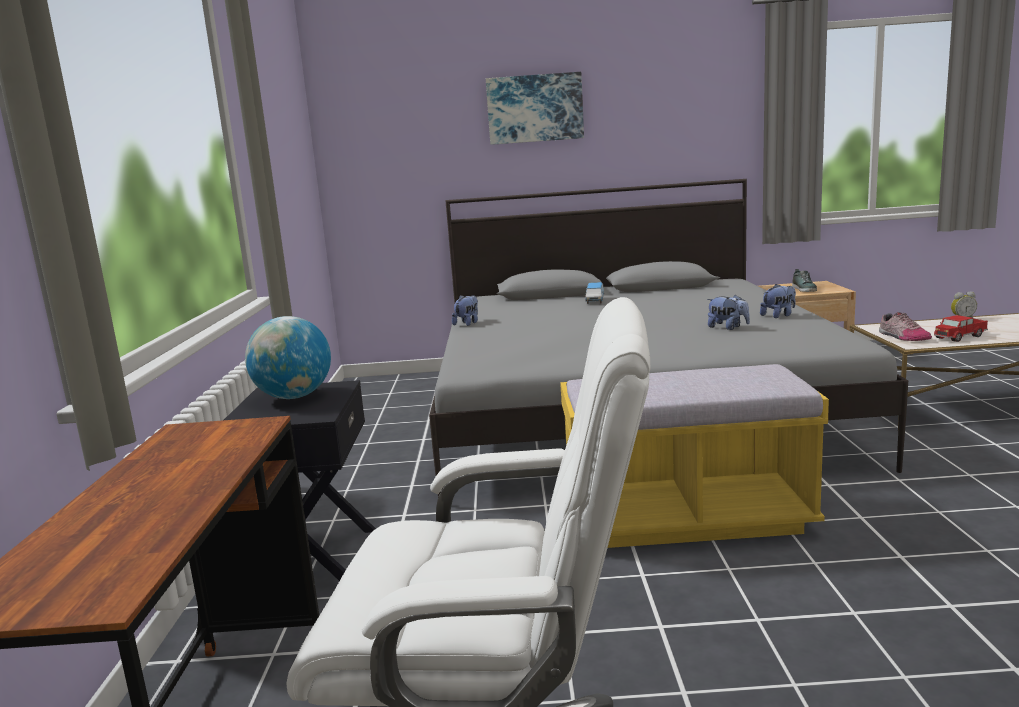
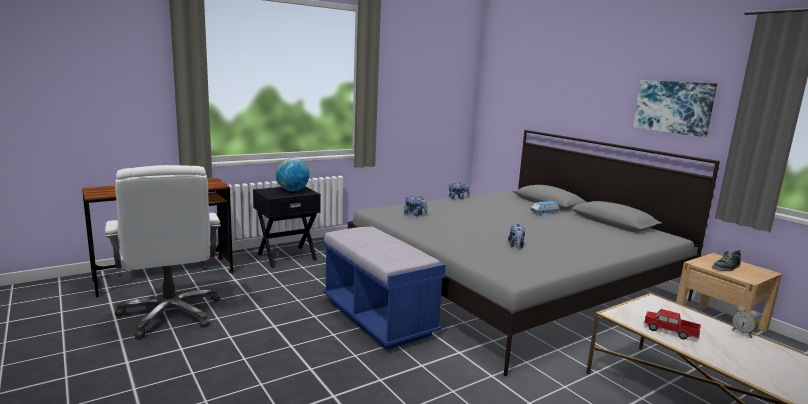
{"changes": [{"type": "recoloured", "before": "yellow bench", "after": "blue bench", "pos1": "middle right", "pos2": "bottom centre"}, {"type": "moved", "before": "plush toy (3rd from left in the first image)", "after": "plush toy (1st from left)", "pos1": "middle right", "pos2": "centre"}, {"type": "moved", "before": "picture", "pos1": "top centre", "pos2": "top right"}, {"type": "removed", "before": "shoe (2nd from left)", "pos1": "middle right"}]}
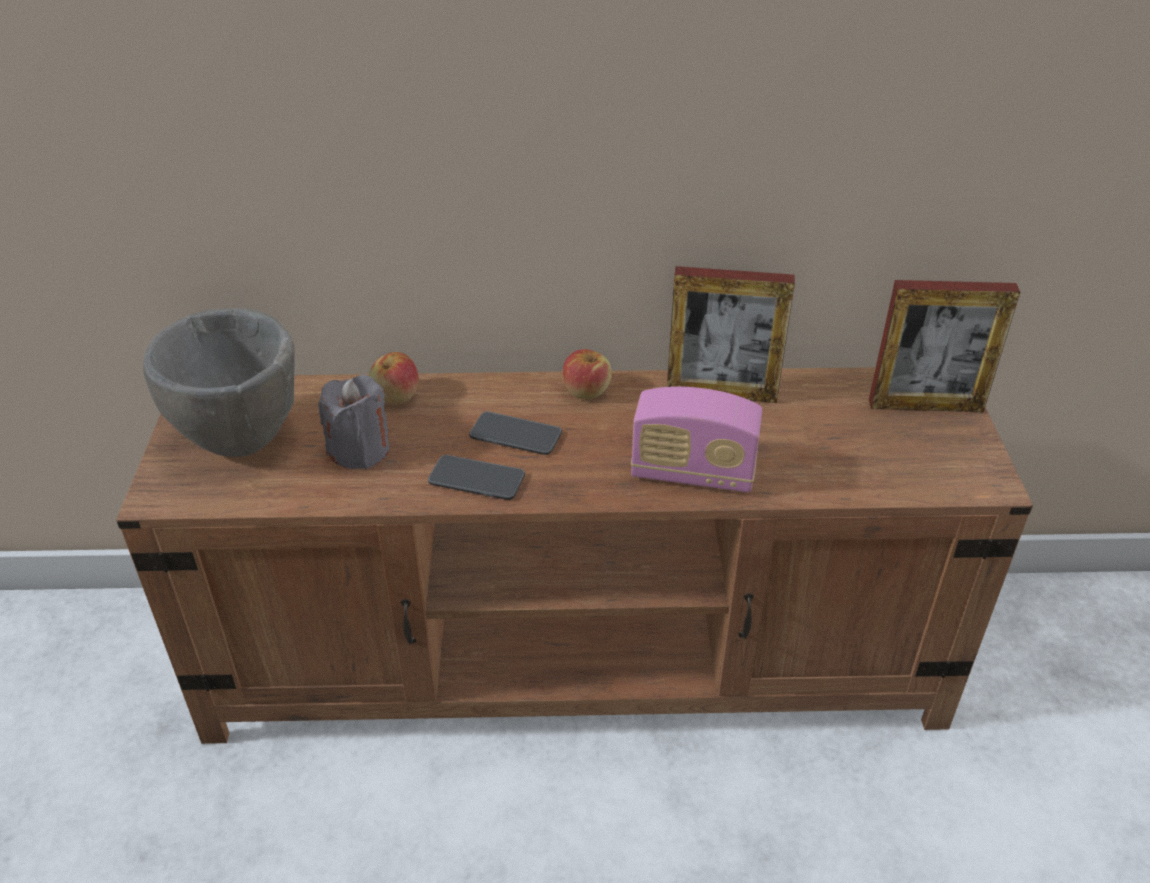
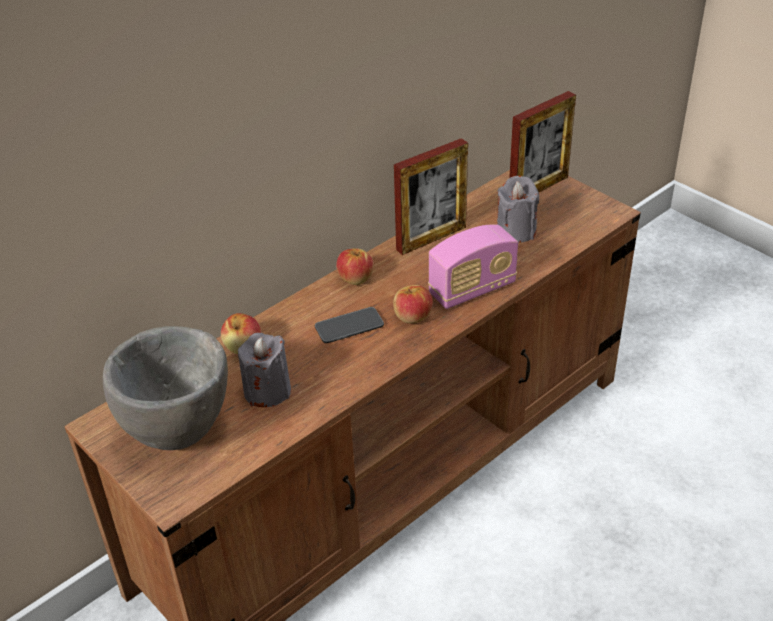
{"changes": [{"type": "added", "after": "apple (3rd from left)", "pos2": "centre"}, {"type": "added", "after": "grey candle (2nd from left)", "pos2": "middle right"}, {"type": "removed", "before": "phone (1st from left)", "pos1": "centre"}]}
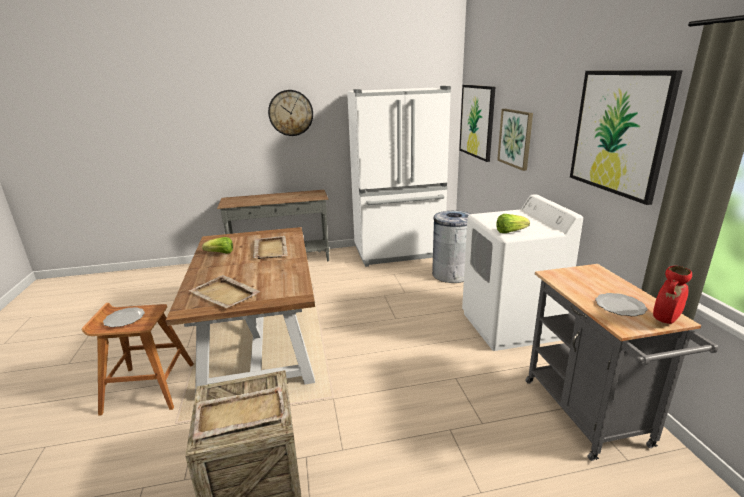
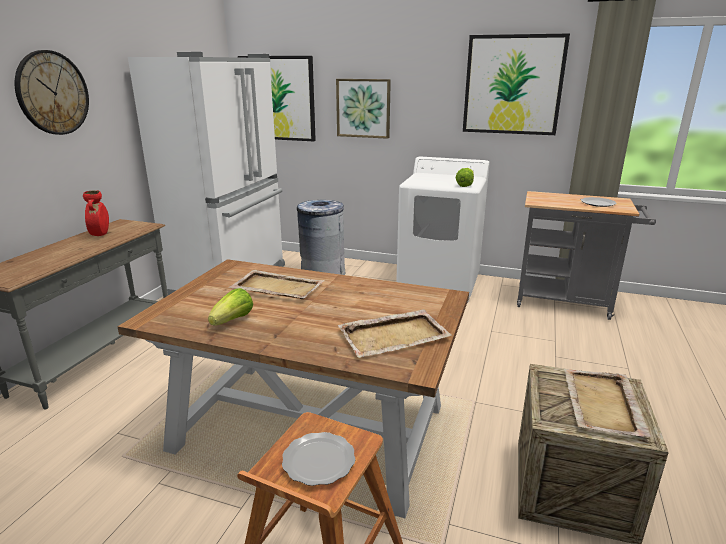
{"changes": [{"type": "moved", "before": "red vase", "pos1": "middle right", "pos2": "middle left"}]}
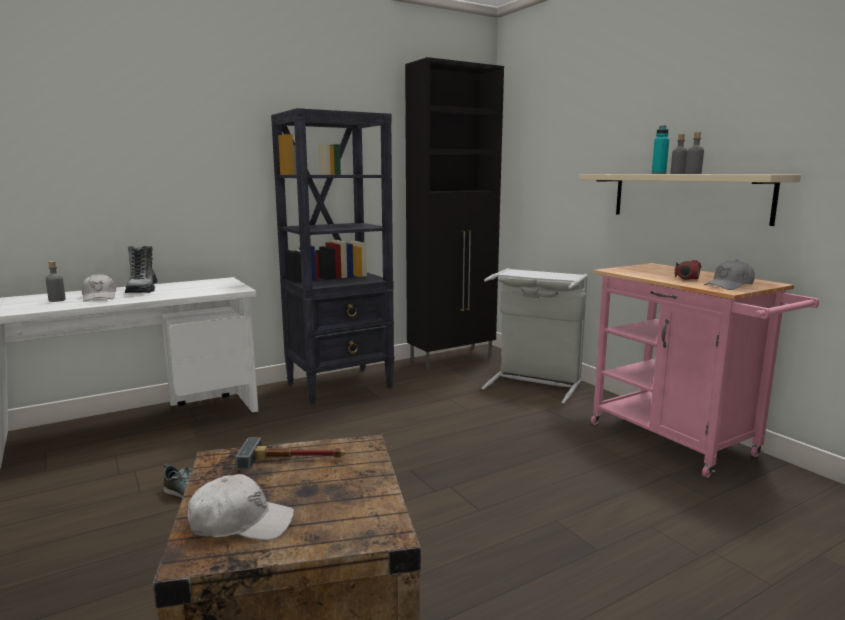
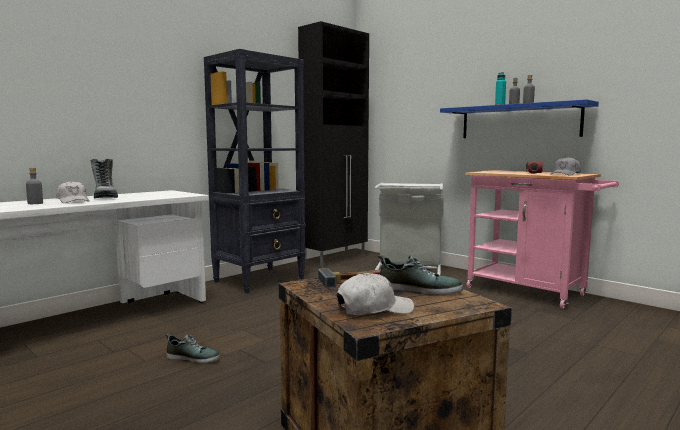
{"changes": [{"type": "added", "after": "shoe (2nd from left)", "pos2": "centre"}, {"type": "recoloured", "before": "beige shelf", "after": "blue shelf", "pos1": "top right", "pos2": "top right"}]}
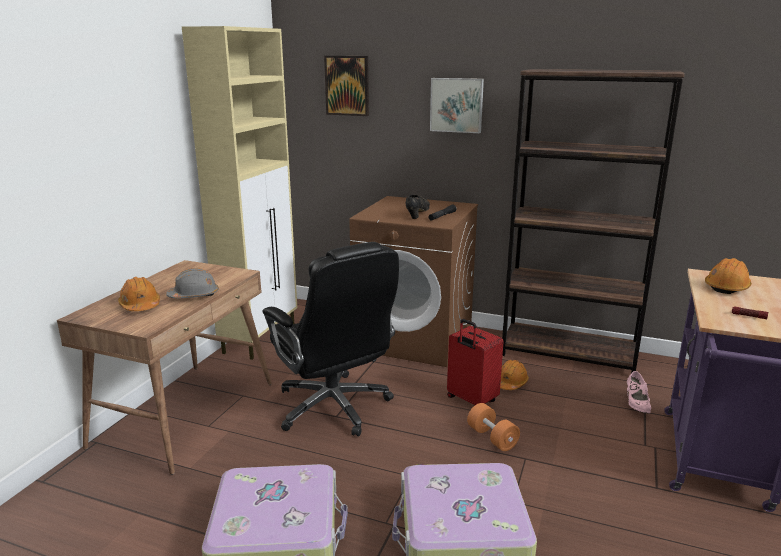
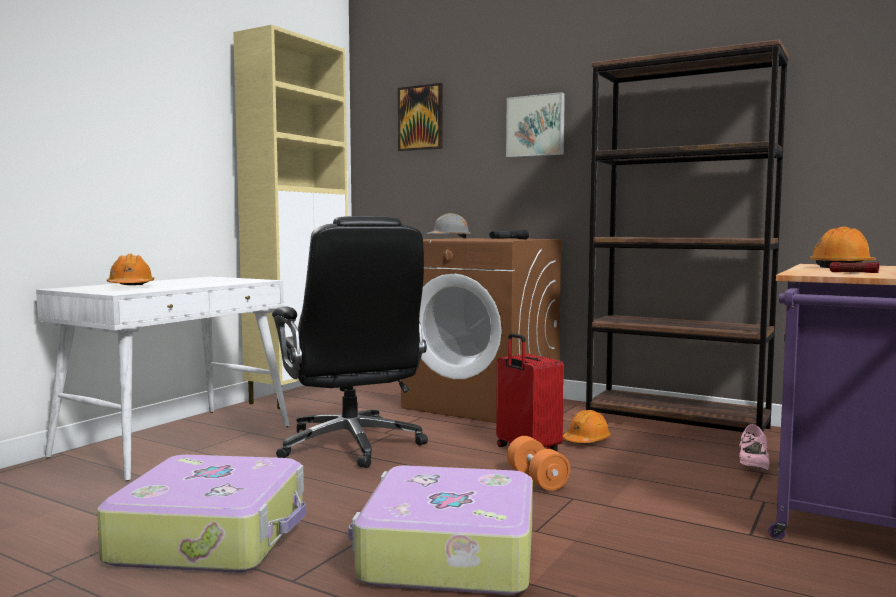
{"changes": [{"type": "recoloured", "before": "brown desk", "after": "white desk", "pos1": "middle left", "pos2": "middle left"}, {"type": "moved", "before": "grey hard hat", "pos1": "middle left", "pos2": "centre"}, {"type": "removed", "before": "black shoe", "pos1": "centre"}]}
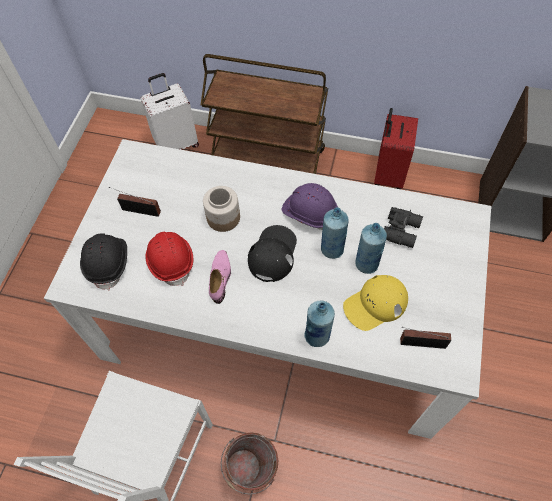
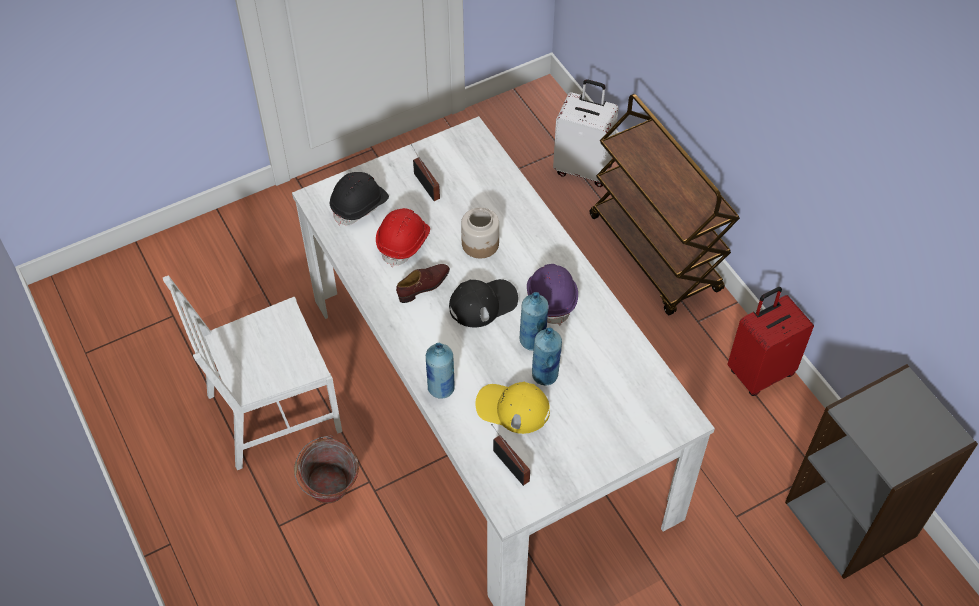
{"changes": [{"type": "recoloured", "before": "pink shoe", "after": "brown shoe", "pos1": "centre", "pos2": "centre"}, {"type": "removed", "before": "black binoculars", "pos1": "middle right"}]}
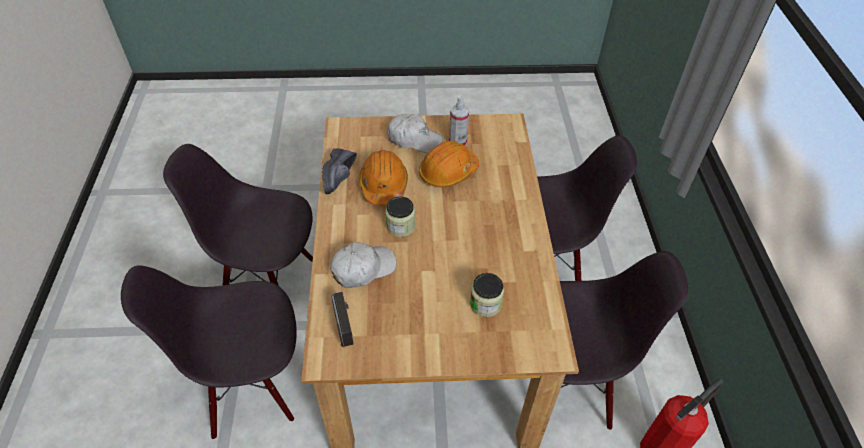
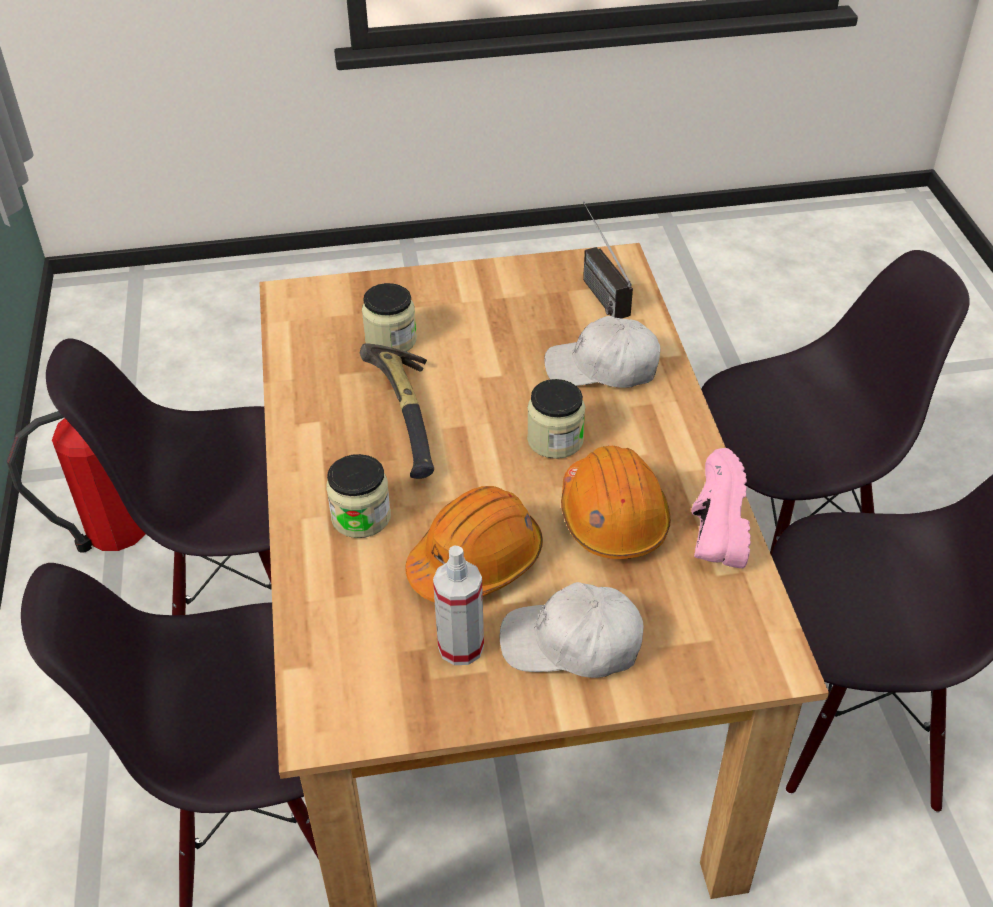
{"changes": [{"type": "added", "after": "jar (1st from left)", "pos2": "centre"}, {"type": "added", "after": "hammer", "pos2": "centre"}, {"type": "turned", "before": "white cap (1st from left in the first image)", "pos1": "centre", "pos2": "centre", "turn": 45}, {"type": "recoloured", "before": "black shoe", "after": "pink shoe", "pos1": "centre", "pos2": "middle right"}]}
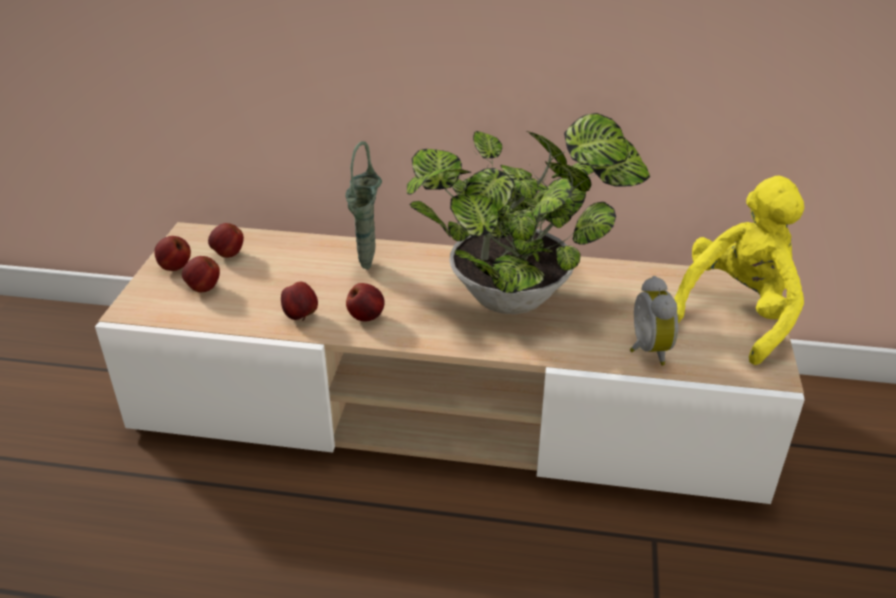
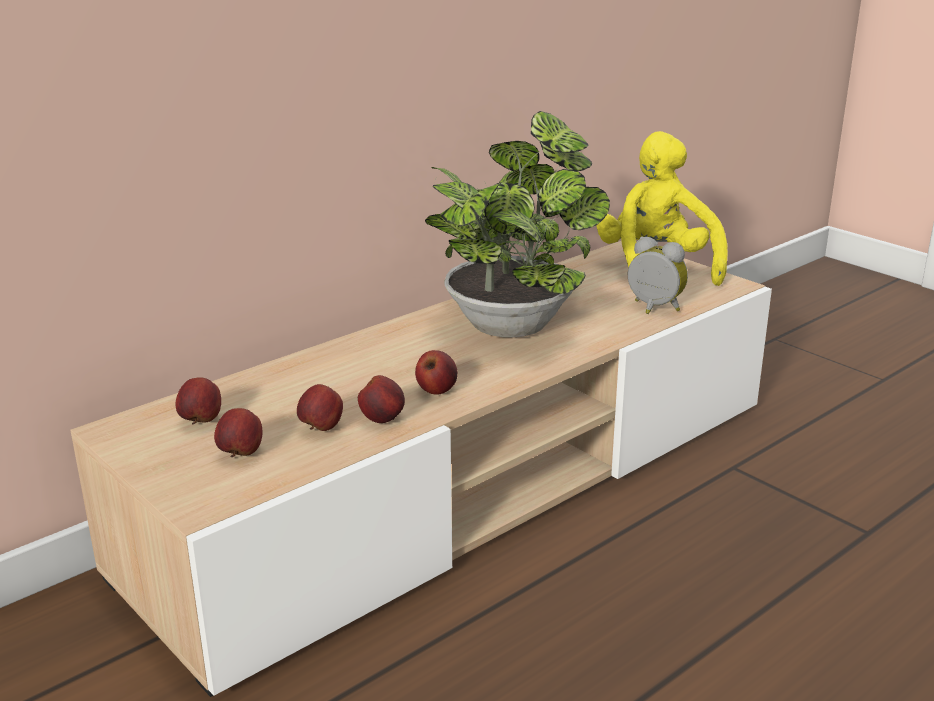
{"changes": [{"type": "moved", "before": "apple (1st from left in the first image)", "after": "apple (3rd from left)", "pos1": "middle left", "pos2": "centre"}, {"type": "removed", "before": "green vase", "pos1": "centre"}]}
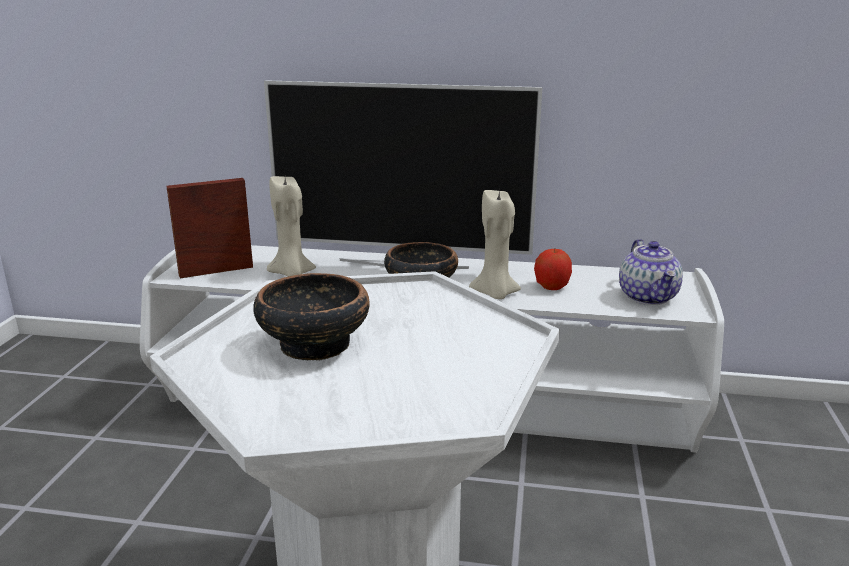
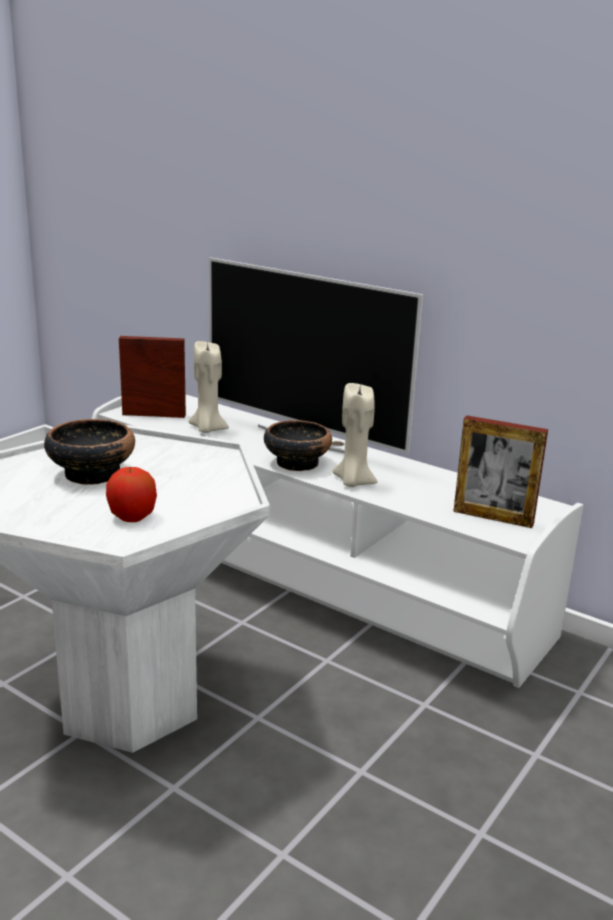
{"changes": [{"type": "moved", "before": "apple", "pos1": "centre", "pos2": "middle left"}, {"type": "replaced", "before": "teapot", "after": "picture frame (2nd from left)", "pos1": "middle right", "pos2": "middle right"}]}
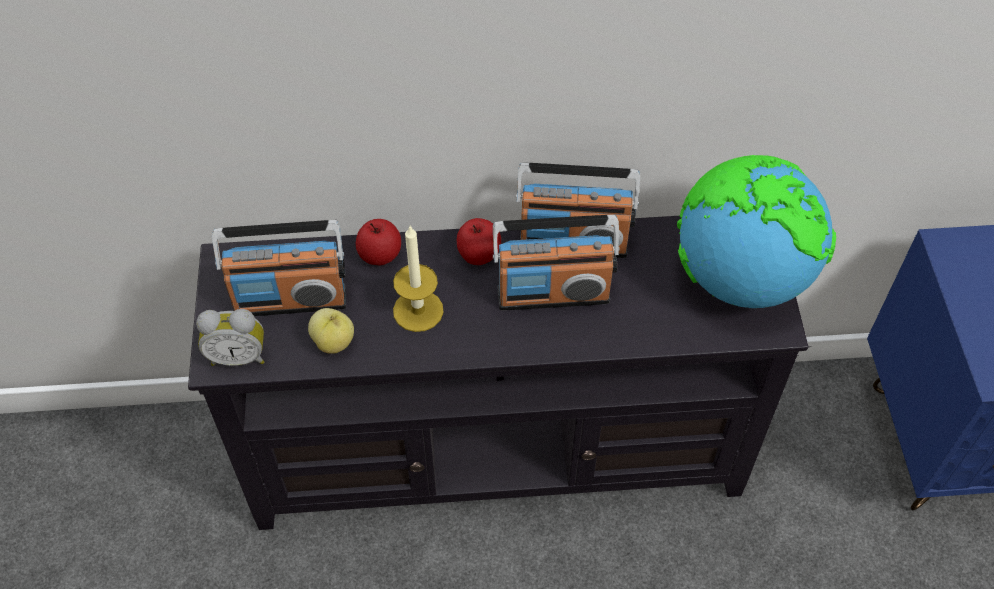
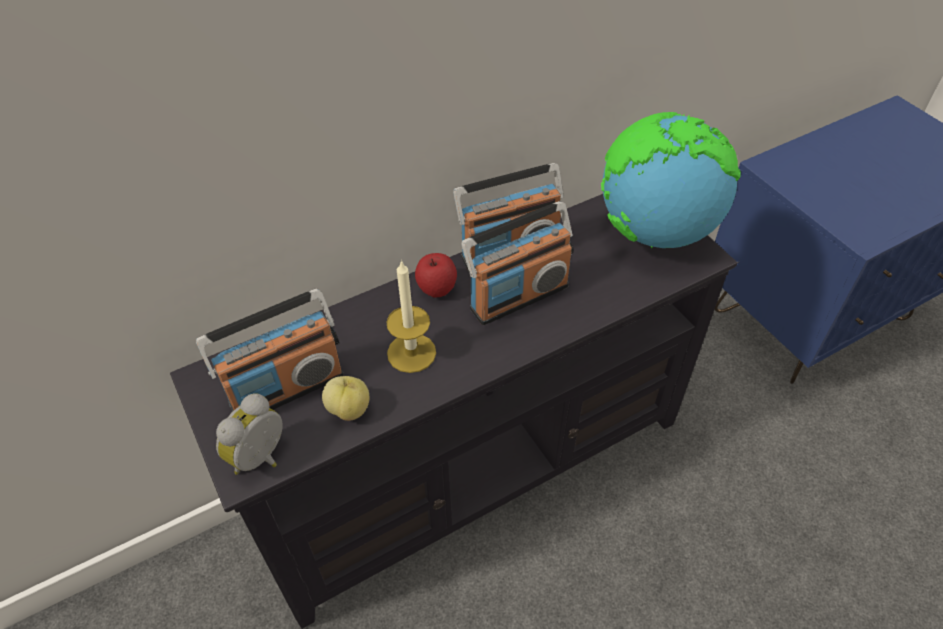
{"changes": [{"type": "turned", "before": "alarm clock", "pos1": "middle left", "pos2": "bottom left", "turn": 150}, {"type": "removed", "before": "apple (2nd from left)", "pos1": "centre"}]}
